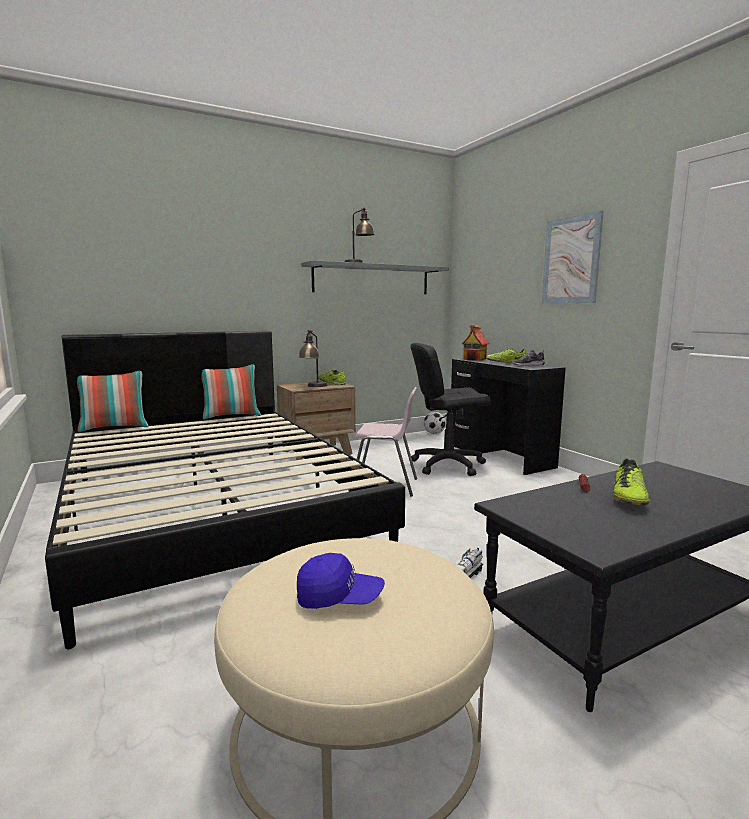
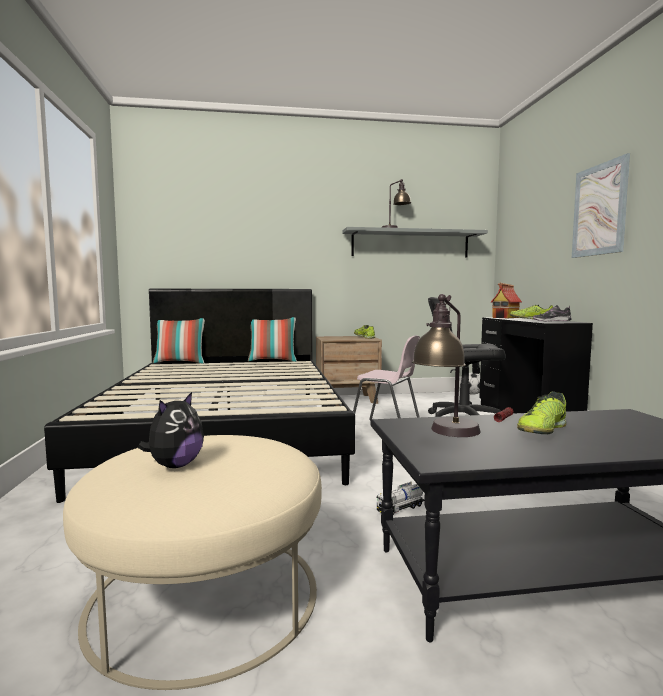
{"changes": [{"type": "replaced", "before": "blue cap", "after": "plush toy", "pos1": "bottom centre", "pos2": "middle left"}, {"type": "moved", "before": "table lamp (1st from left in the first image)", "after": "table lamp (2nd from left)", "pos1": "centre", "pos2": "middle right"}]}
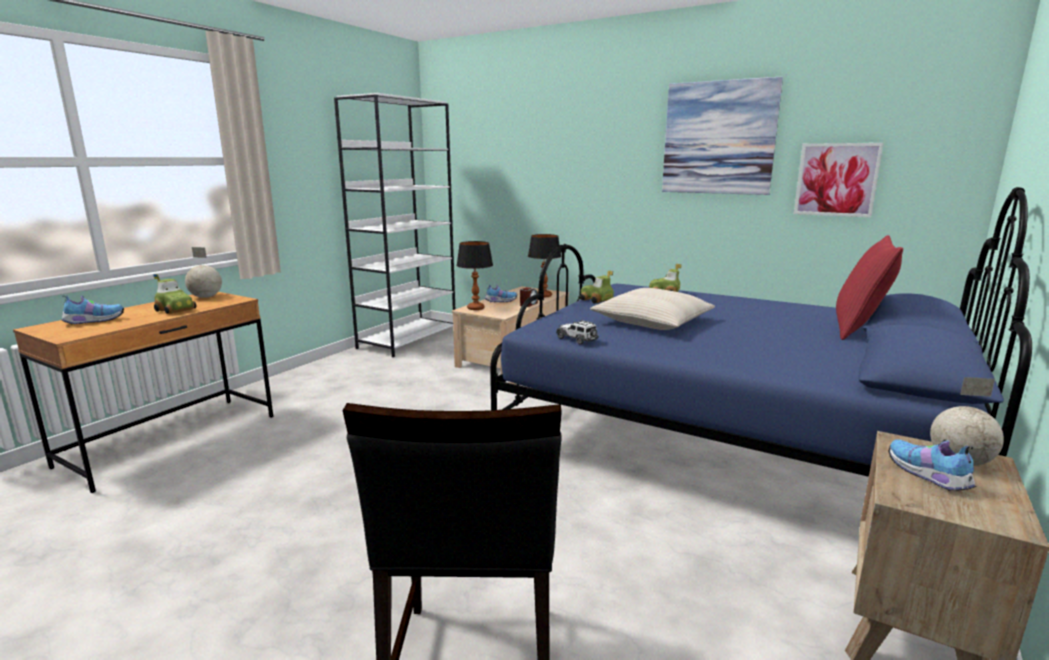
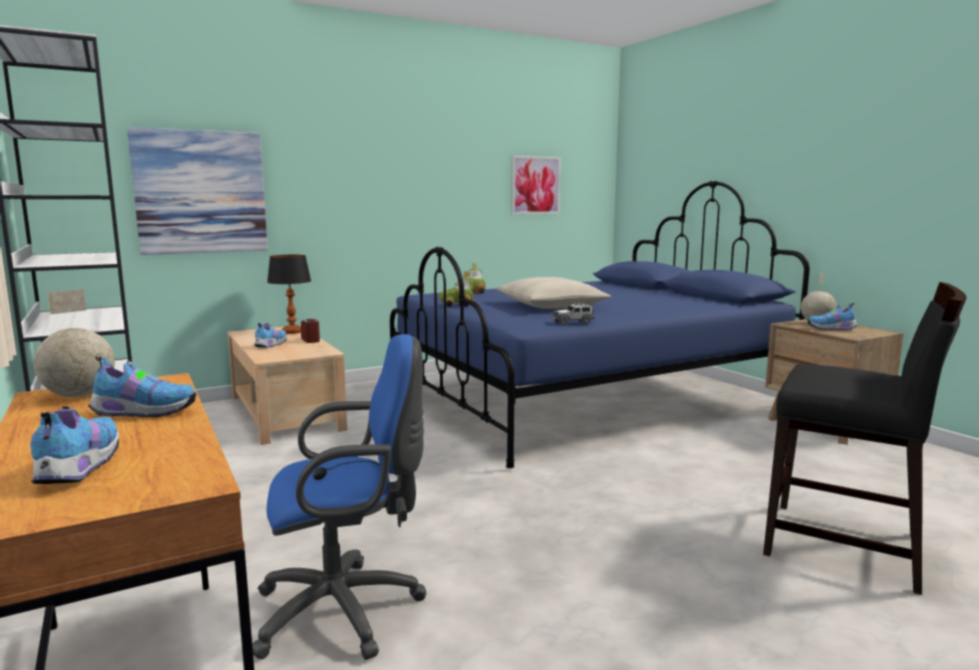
{"changes": [{"type": "replaced", "before": "toy car (1st from left)", "after": "shoe (2nd from left)", "pos1": "middle left", "pos2": "middle left"}, {"type": "moved", "before": "picture (1st from left)", "pos1": "top right", "pos2": "top left"}, {"type": "added", "after": "blue office chair", "pos2": "bottom centre"}, {"type": "removed", "before": "table lamp (1st from left)", "pos1": "centre"}, {"type": "removed", "before": "red pillow", "pos1": "middle right"}]}
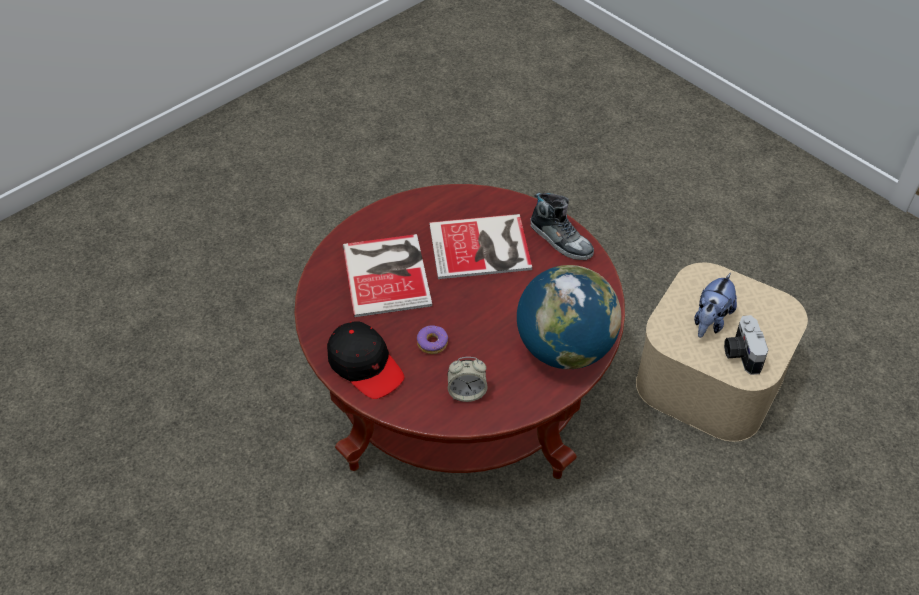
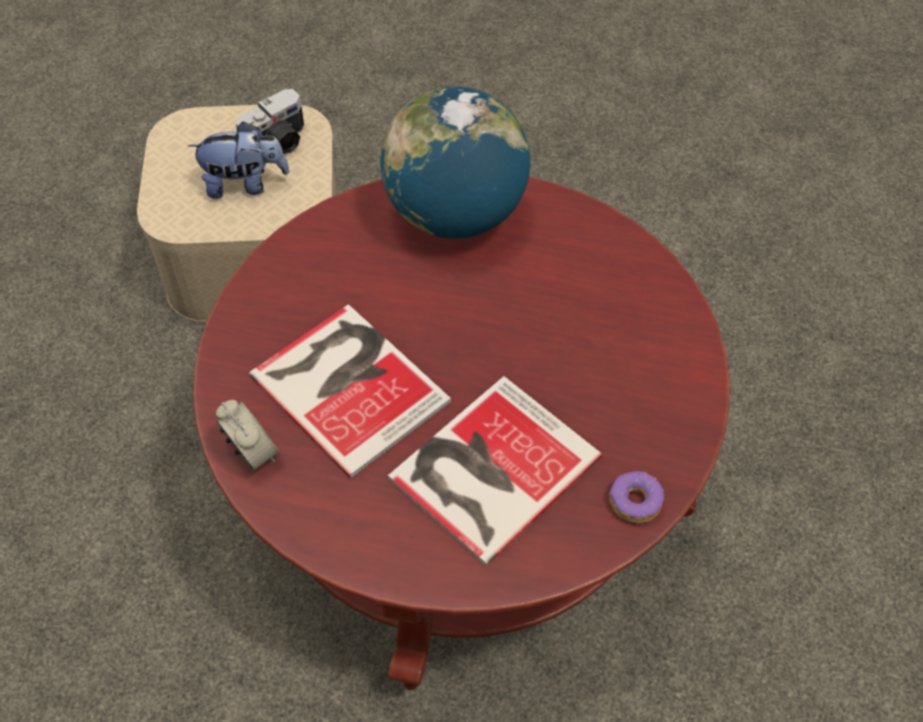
{"changes": [{"type": "moved", "before": "alarm clock", "pos1": "centre", "pos2": "middle left"}, {"type": "moved", "before": "donut", "pos1": "centre", "pos2": "bottom right"}, {"type": "removed", "before": "black cap", "pos1": "centre"}, {"type": "removed", "before": "shoe", "pos1": "centre"}]}
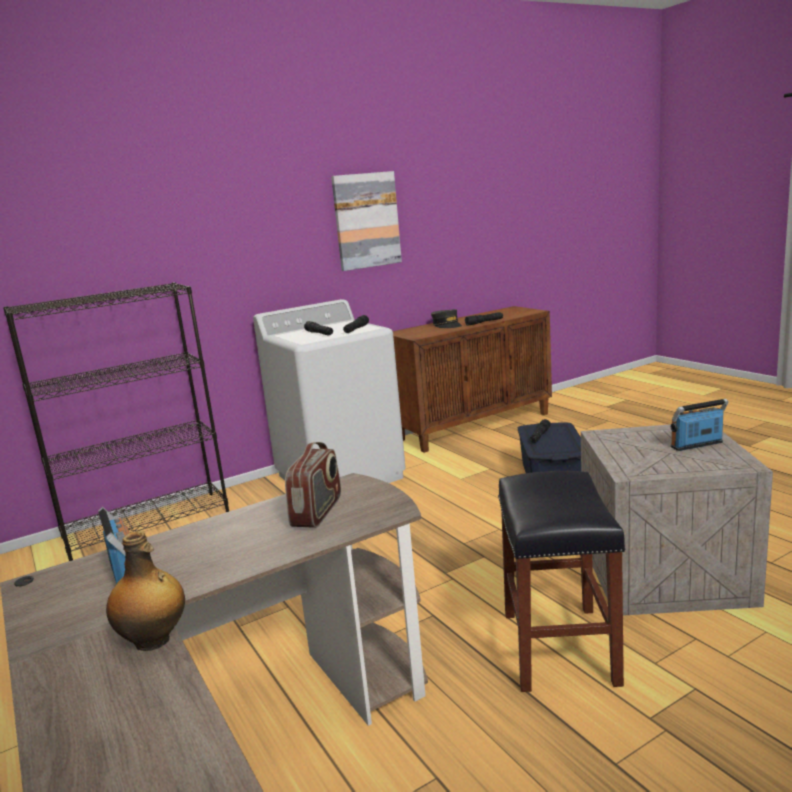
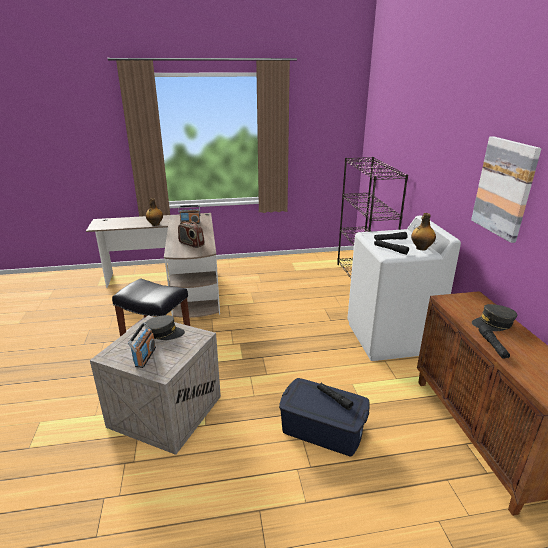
{"changes": [{"type": "added", "after": "grey cap (1st from left)", "pos2": "middle left"}, {"type": "added", "after": "bottle (2nd from left)", "pos2": "middle right"}]}
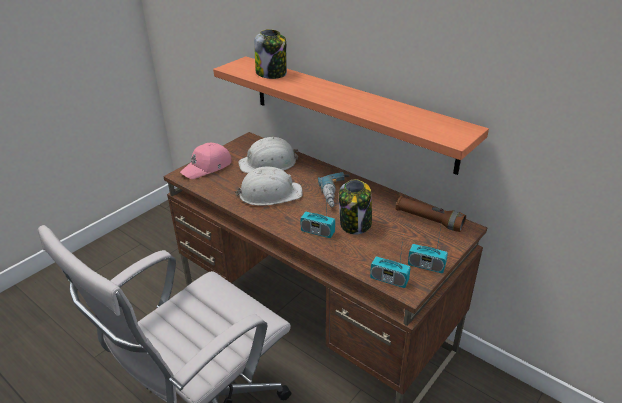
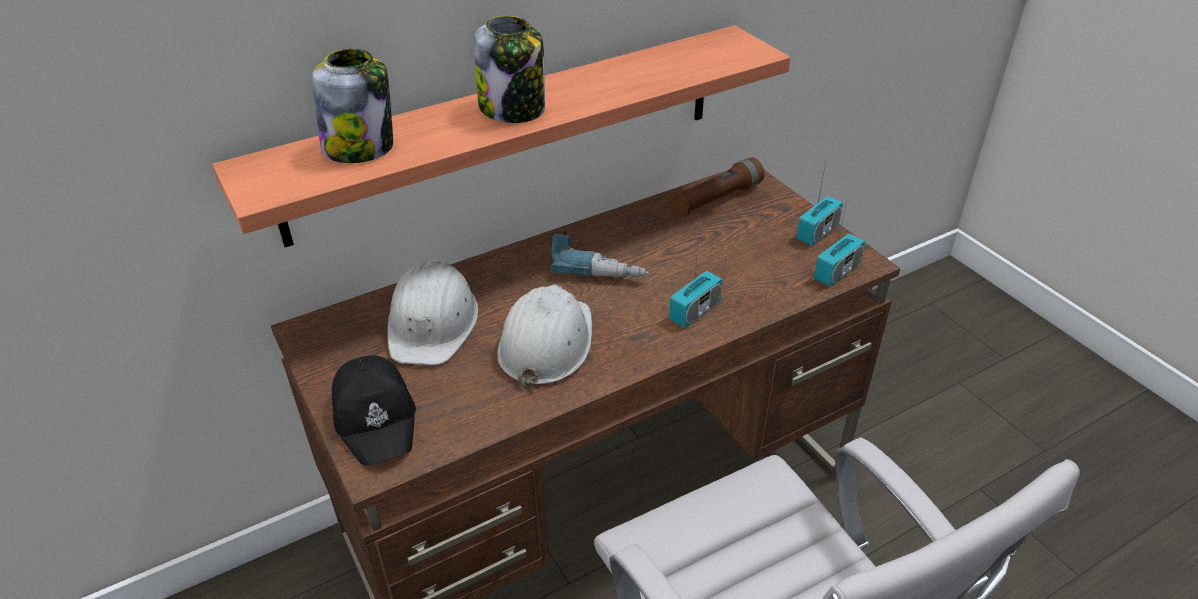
{"changes": [{"type": "recoloured", "before": "pink cap", "after": "black cap", "pos1": "middle left", "pos2": "bottom left"}, {"type": "moved", "before": "jar (2nd from left)", "pos1": "centre", "pos2": "top centre"}]}
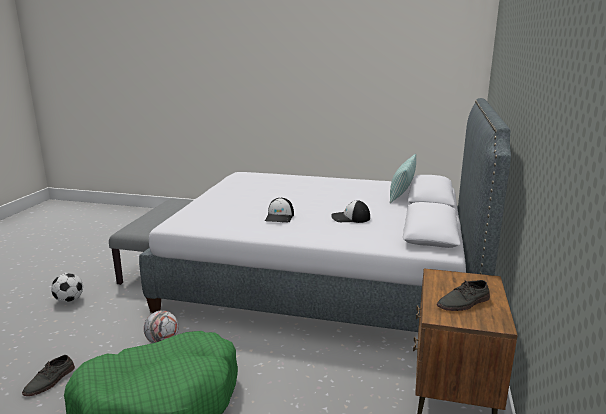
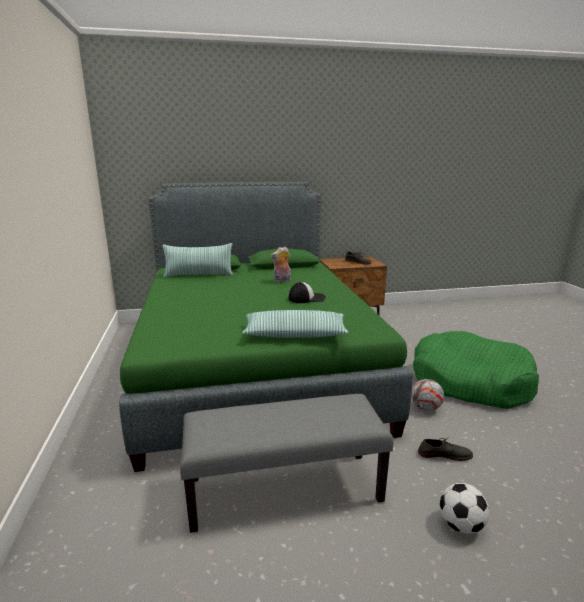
{"changes": [{"type": "recoloured", "before": "grey bed", "after": "green bed", "pos1": "centre", "pos2": "centre"}, {"type": "added", "after": "pillow (2nd from left)", "pos2": "centre"}, {"type": "replaced", "before": "cap (2nd from left)", "after": "plush toy", "pos1": "centre", "pos2": "centre"}, {"type": "moved", "before": "grey shoe (1st from left in the first image)", "after": "grey shoe (2nd from left)", "pos1": "bottom left", "pos2": "bottom right"}]}
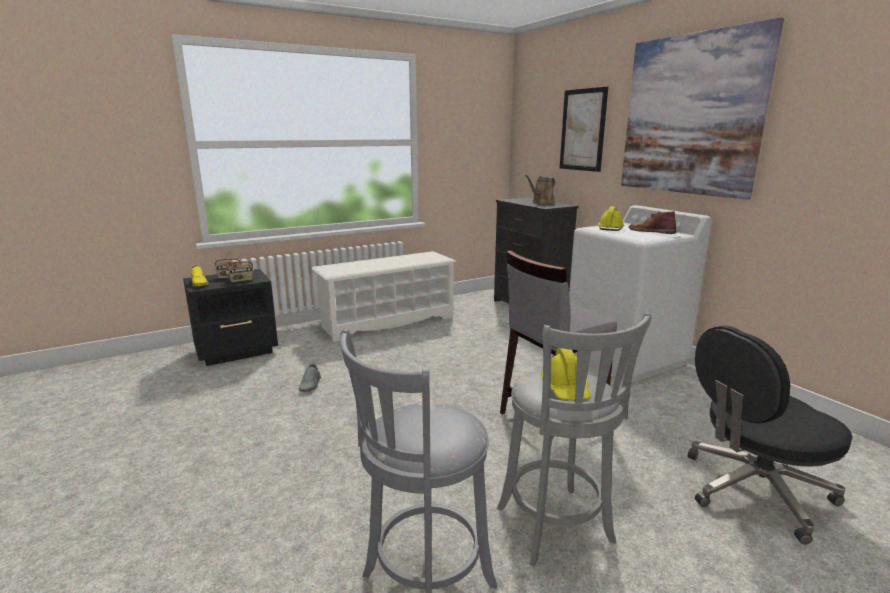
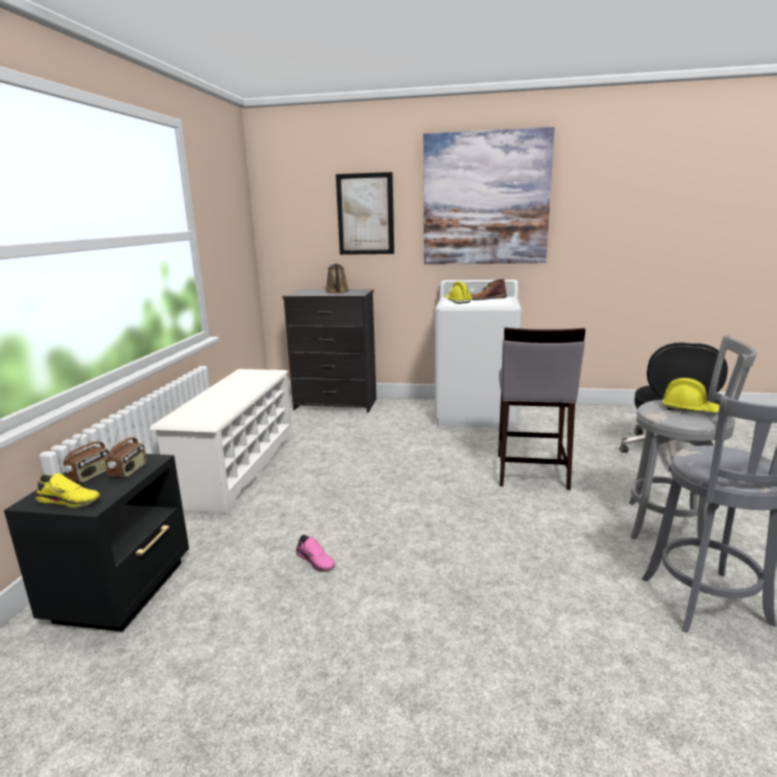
{"changes": [{"type": "recoloured", "before": "grey shoe", "after": "pink shoe", "pos1": "centre", "pos2": "bottom centre"}]}
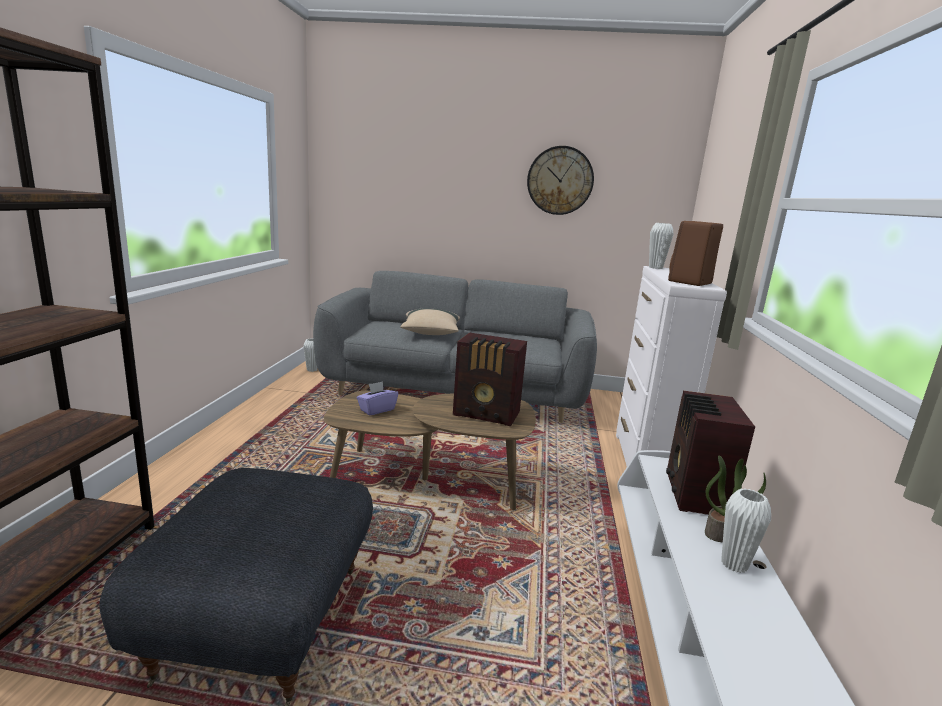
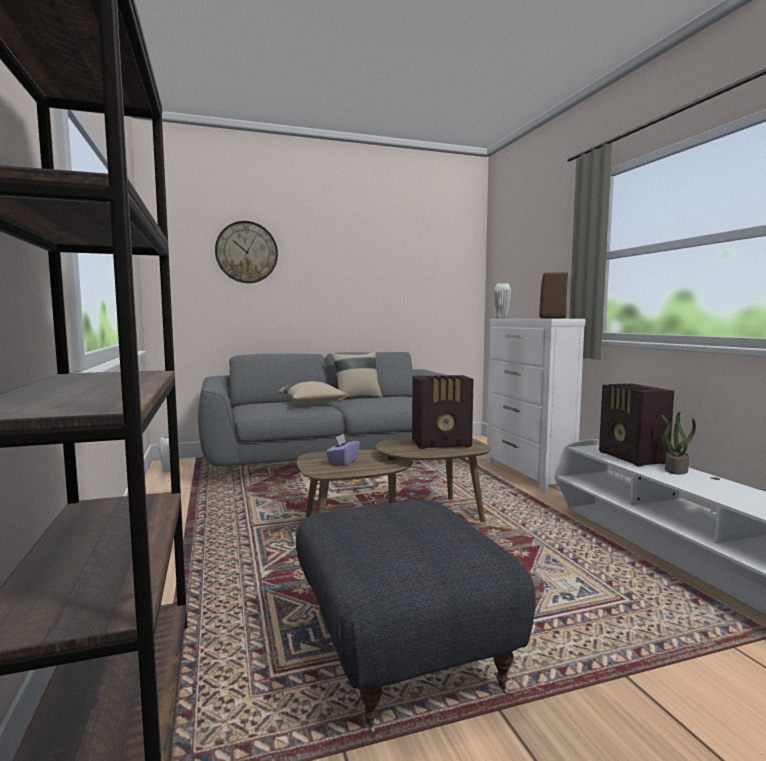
{"changes": [{"type": "moved", "before": "wall clock", "pos1": "top centre", "pos2": "top left"}, {"type": "added", "after": "beige pillow (2nd from left)", "pos2": "centre"}, {"type": "removed", "before": "white vase (3rd from left)", "pos1": "bottom right"}]}
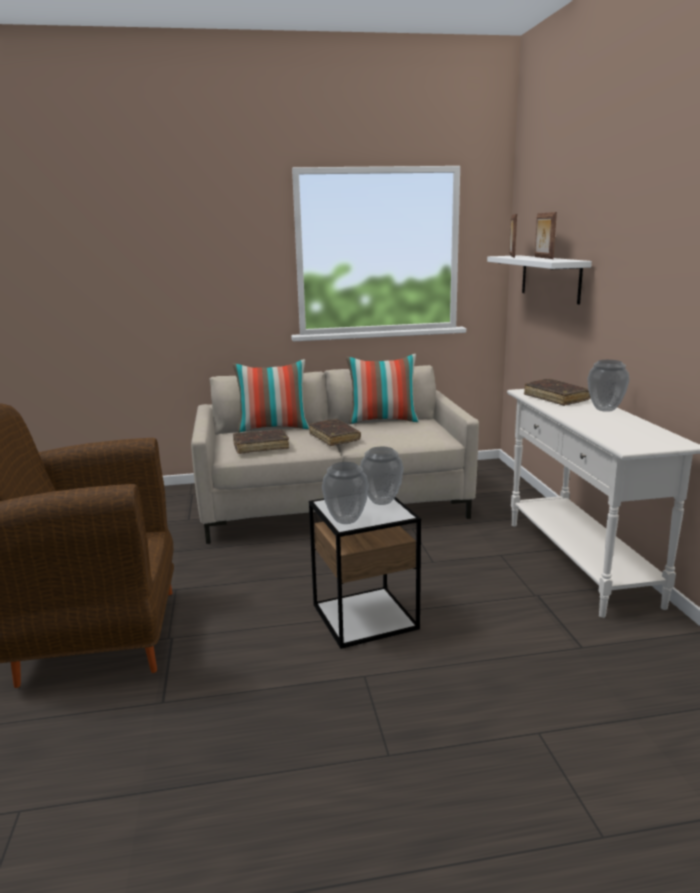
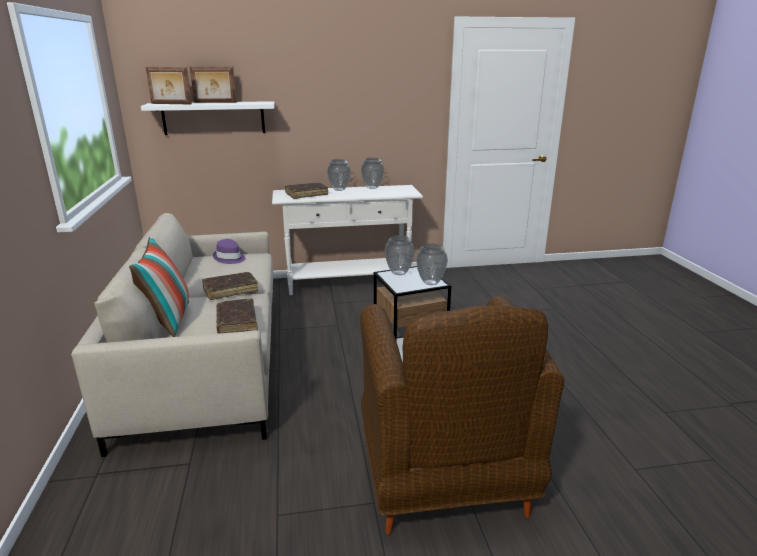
{"changes": [{"type": "added", "after": "purple hat", "pos2": "middle left"}, {"type": "added", "after": "vase (2nd from left)", "pos2": "top centre"}, {"type": "removed", "before": "pillow (2nd from left)", "pos1": "centre"}]}
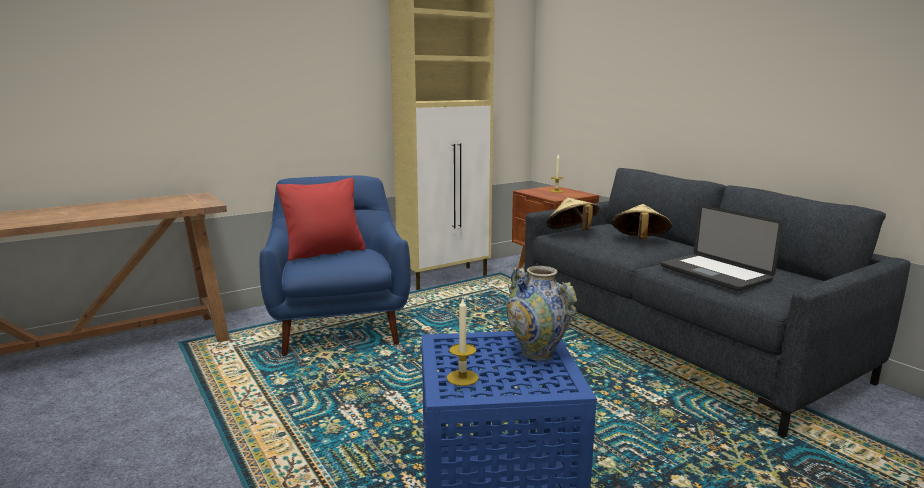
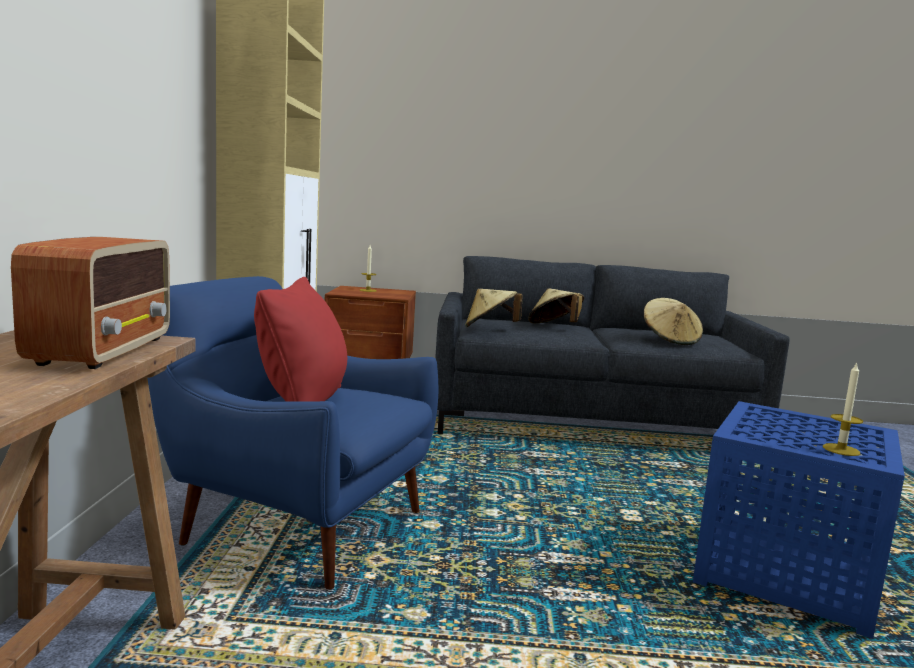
{"changes": [{"type": "added", "after": "radio", "pos2": "middle left"}, {"type": "replaced", "before": "laptop", "after": "beige hat (3rd from left)", "pos1": "middle right", "pos2": "middle right"}, {"type": "removed", "before": "vase", "pos1": "centre"}]}
